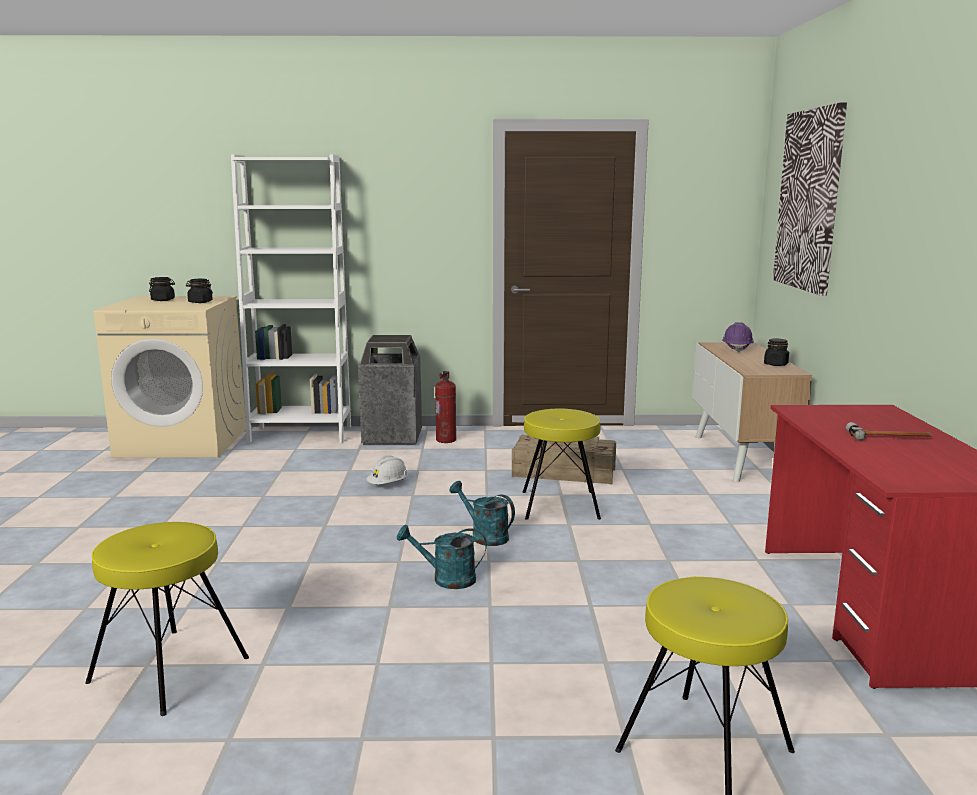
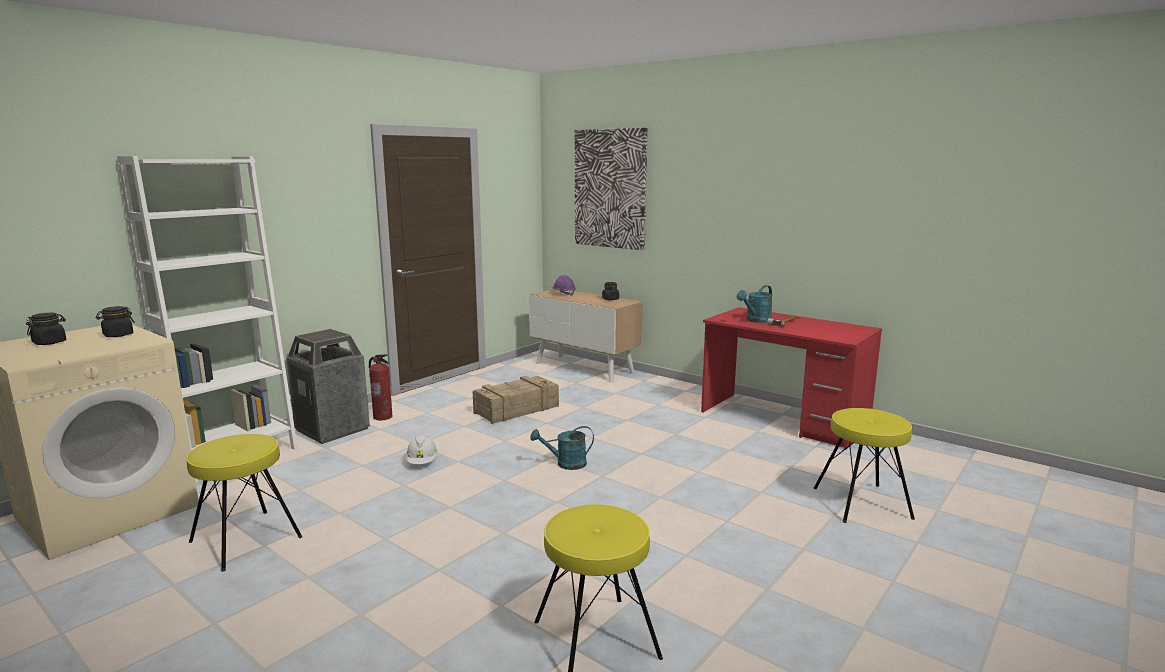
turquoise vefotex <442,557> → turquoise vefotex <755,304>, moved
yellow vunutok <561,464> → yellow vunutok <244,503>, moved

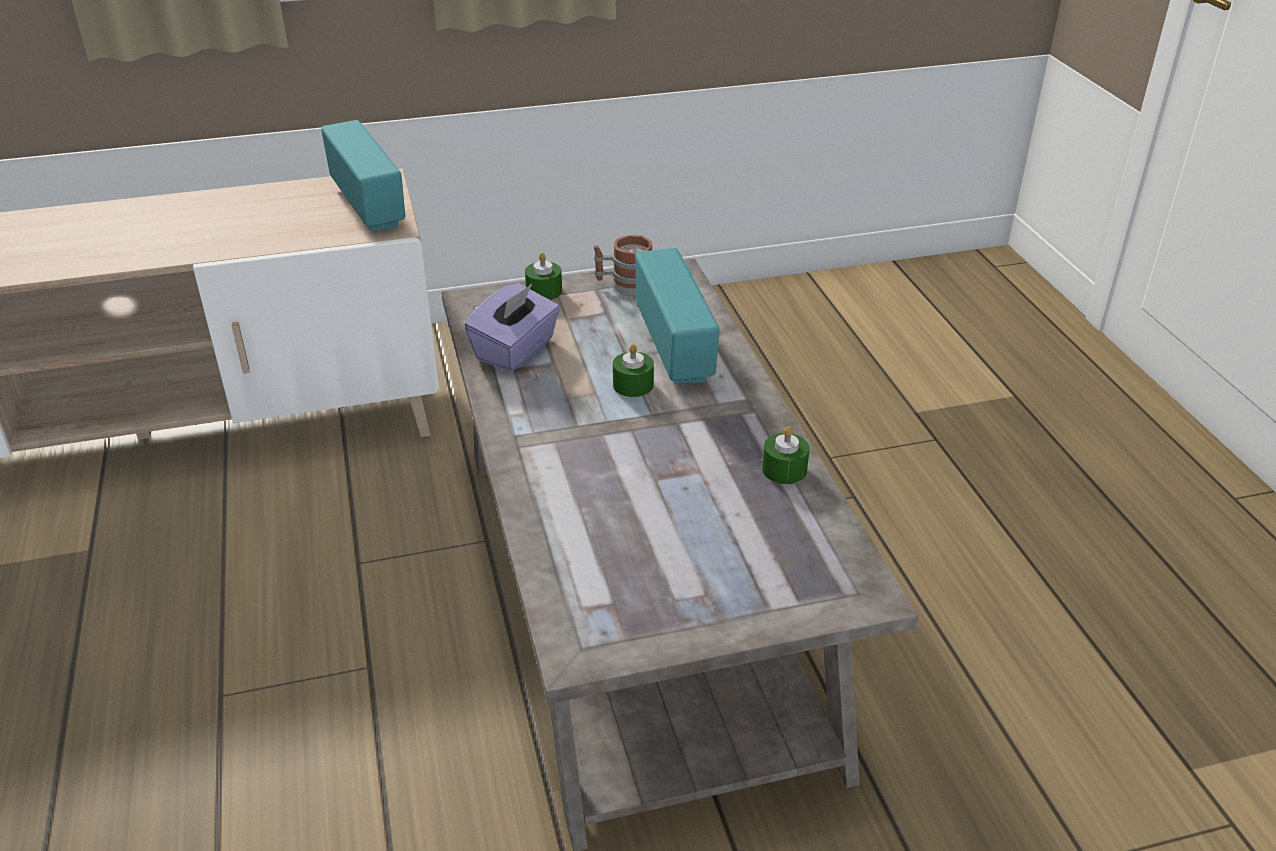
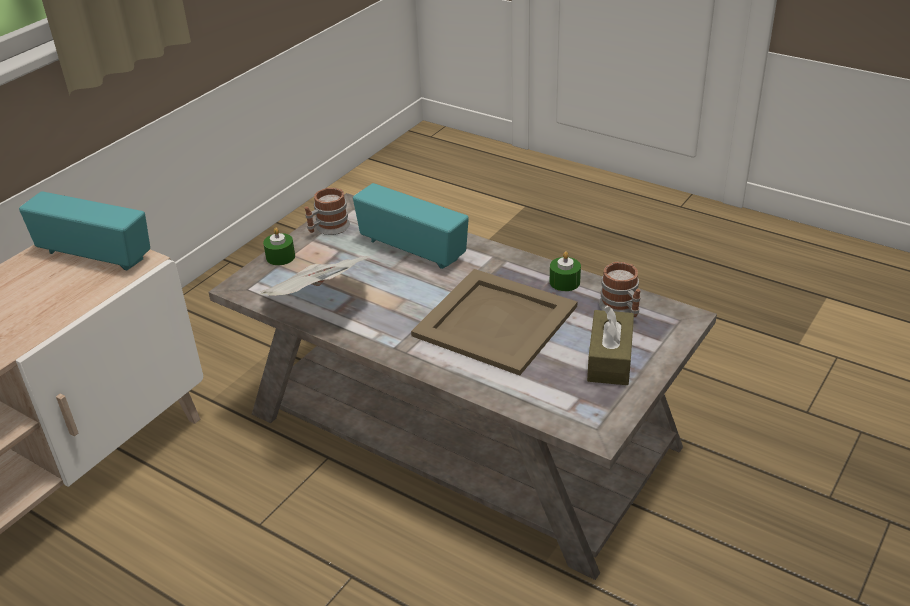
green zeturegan <633,370> → -
- → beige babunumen <494,322>
- → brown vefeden <610,345>
- → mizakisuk <619,289>
purple vefeden <512,327> → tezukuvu <315,276>

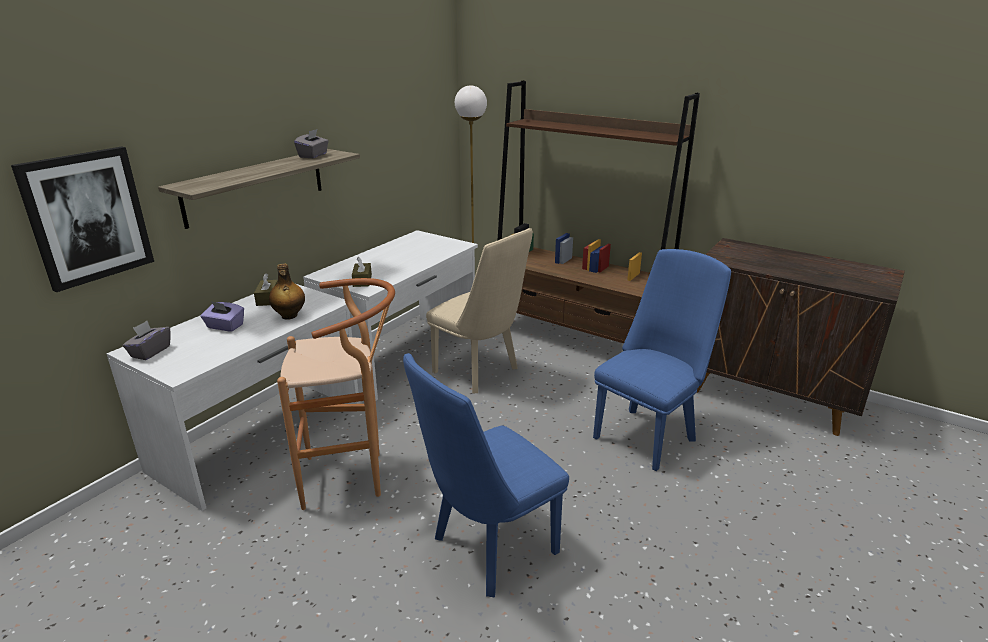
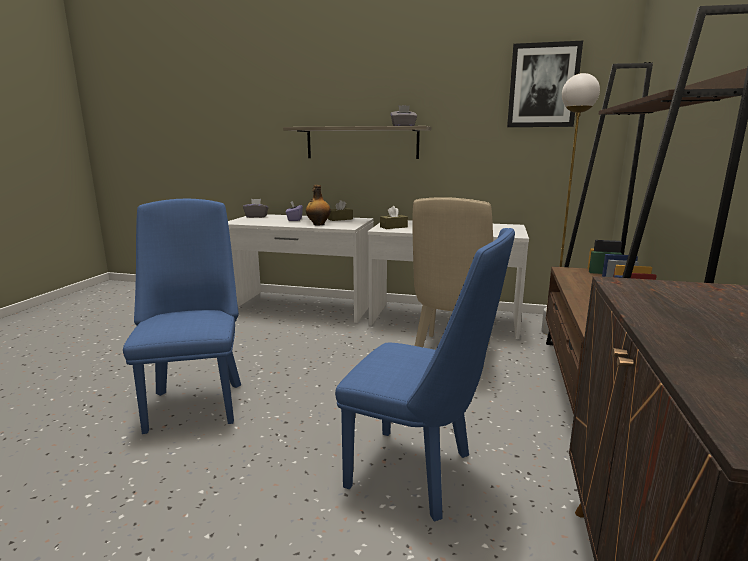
brown vunutok <336,394> → -
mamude <82,219> → mamude <545,84>, moved
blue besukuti <486,475> → blue besukuti <182,316>, 45 degrees clockwise

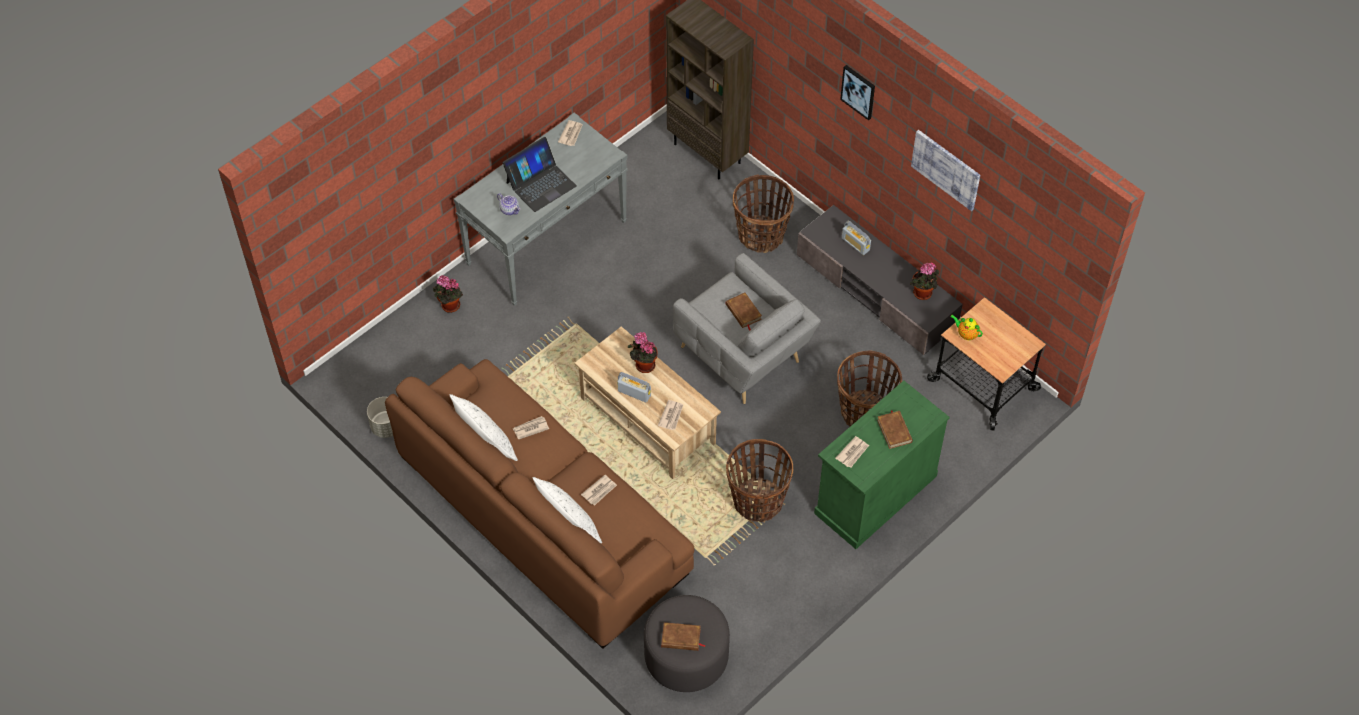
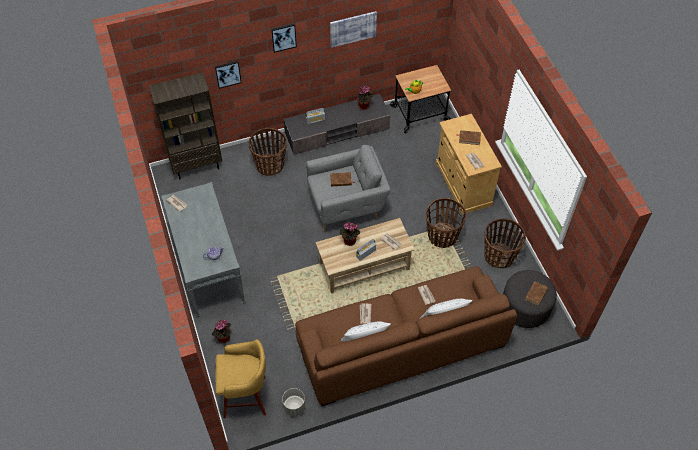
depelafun <540,174> → -
- → mamude <228,75>
- → yellow vunutok <240,378>
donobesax <869,388> → donobesax <505,243>, moved
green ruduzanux <882,464> → beige ruduzanux <469,164>

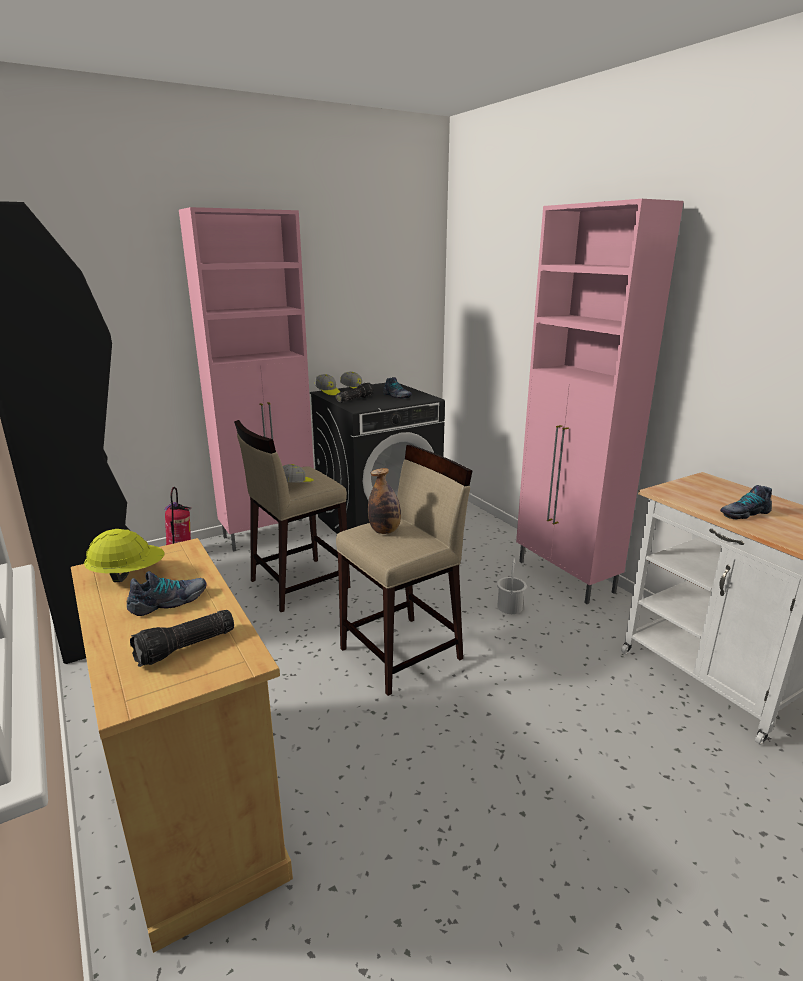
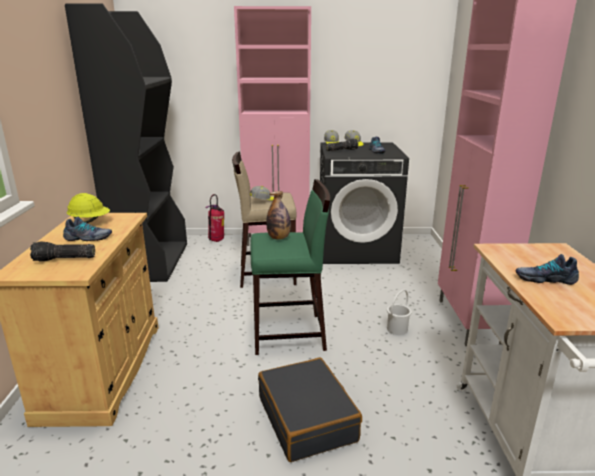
- → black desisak <310,410>
beige vunutok <404,570> → green vunutok <290,267>

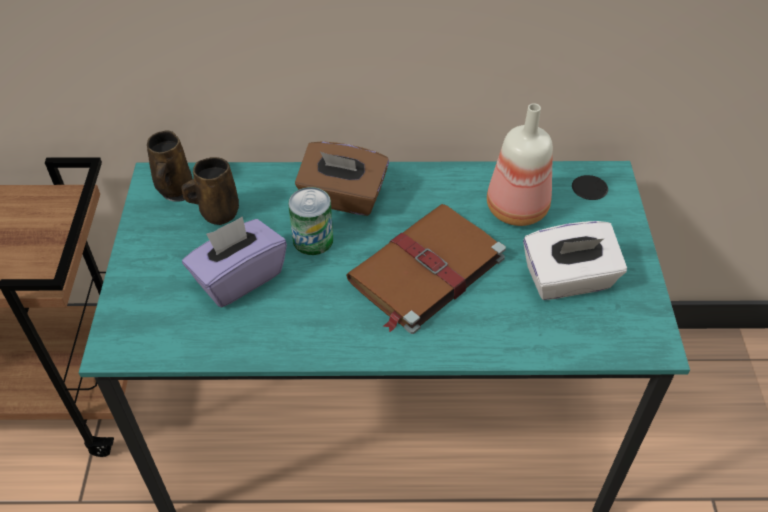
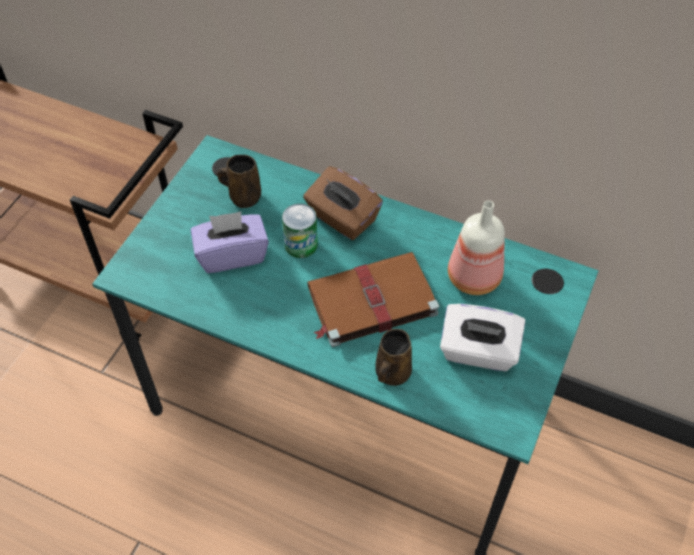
brown mizakisuk <169,163> → brown mizakisuk <393,357>, moved

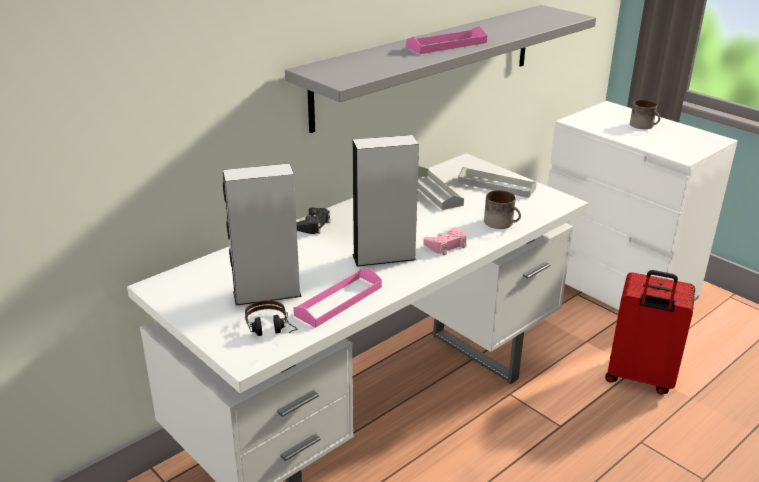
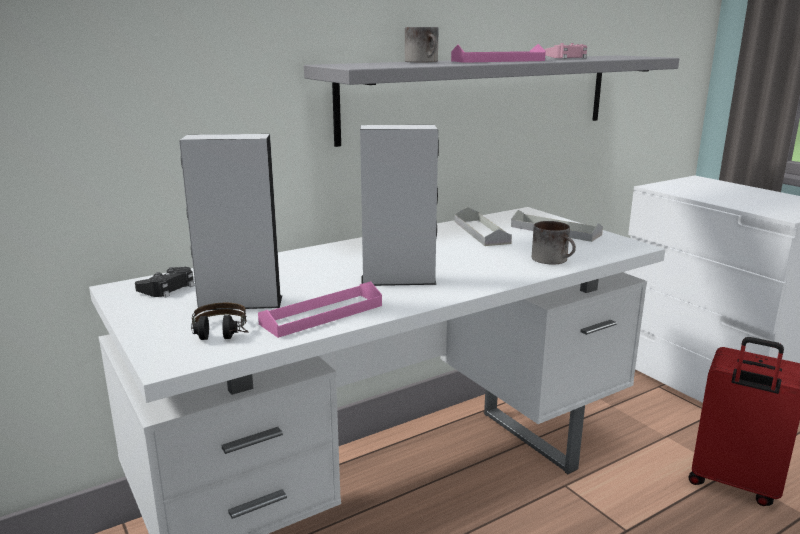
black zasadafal <313,221> → black zasadafal <165,282>, moved
pink zasadafal <445,241> → pink zasadafal <566,51>, moved
mizakisuk <645,114> → mizakisuk <421,45>, moved

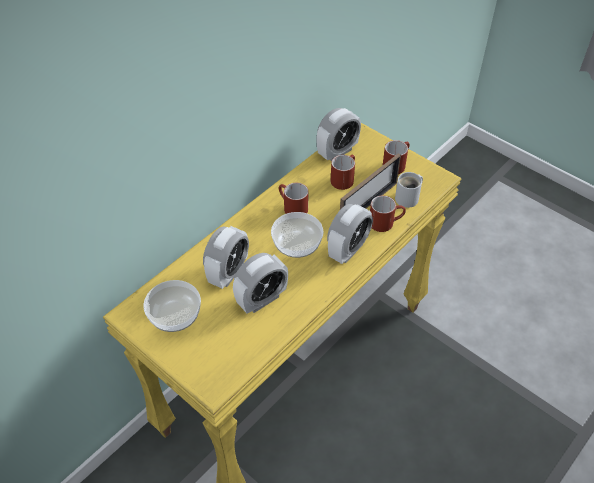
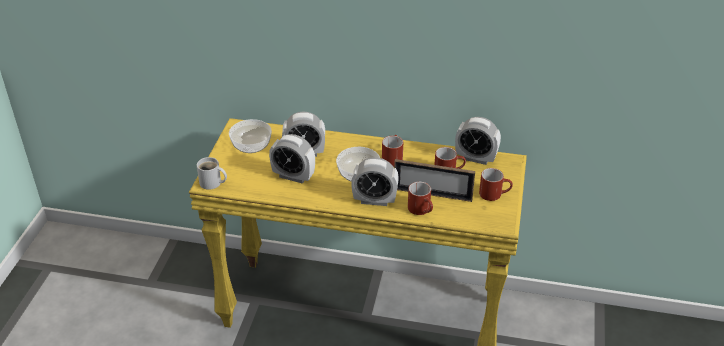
white mizakisuk <409,190> → white mizakisuk <212,173>, moved

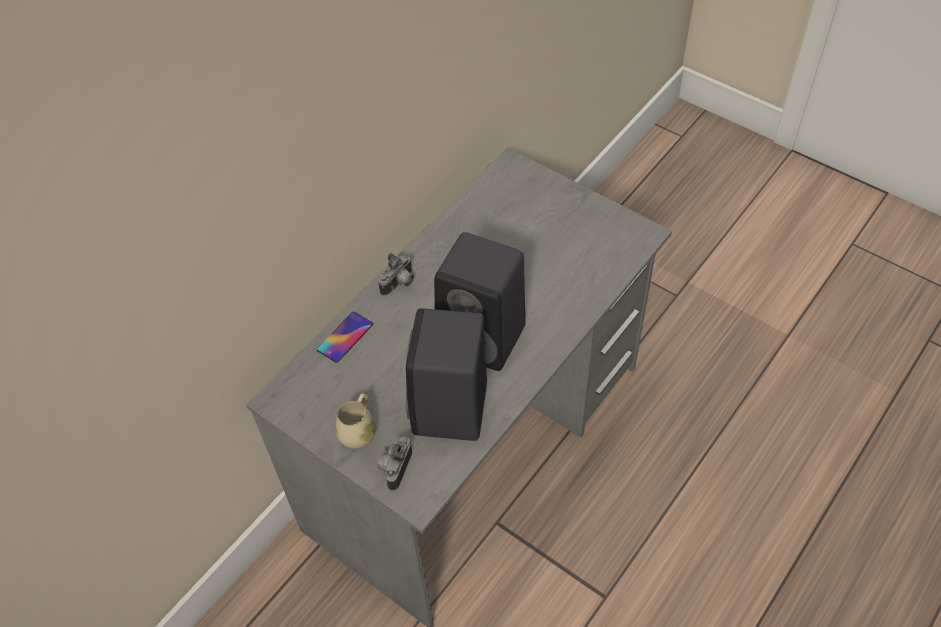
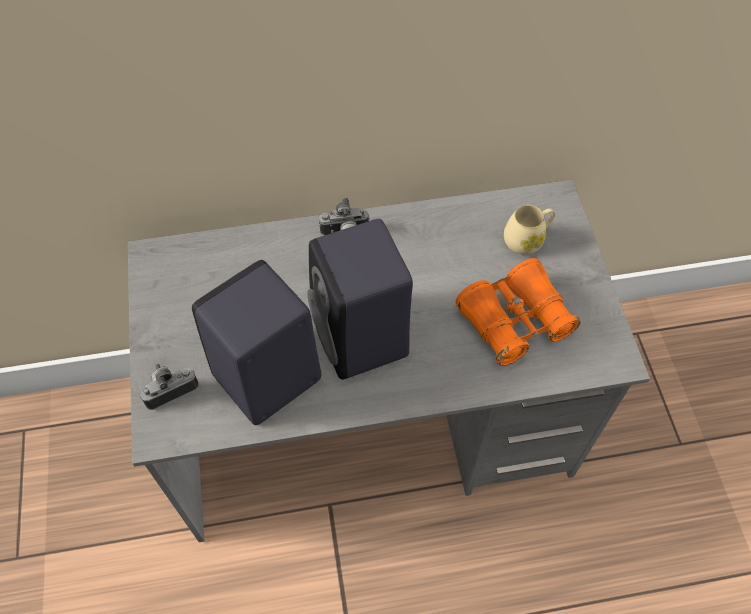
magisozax <345,337> → -
- → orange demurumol <518,312>
beige mizakisuk <355,420> → beige mizakisuk <529,229>, moved

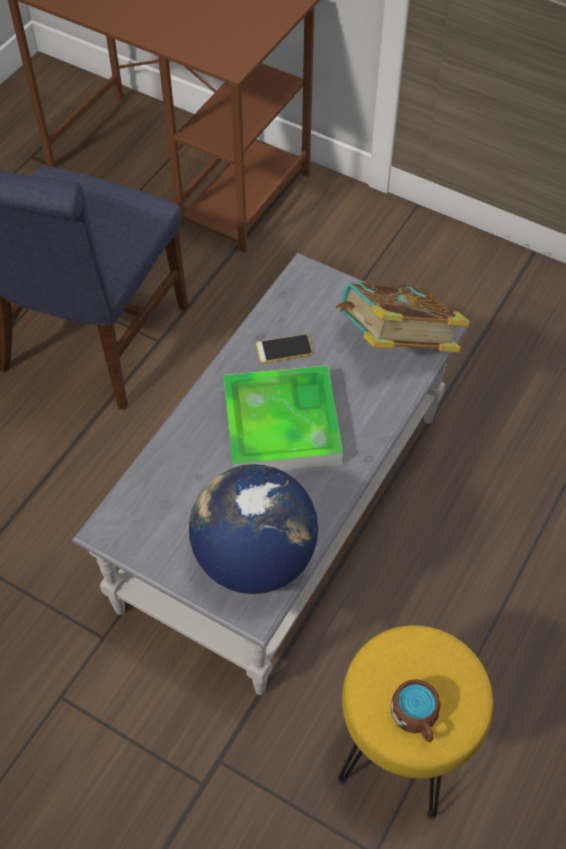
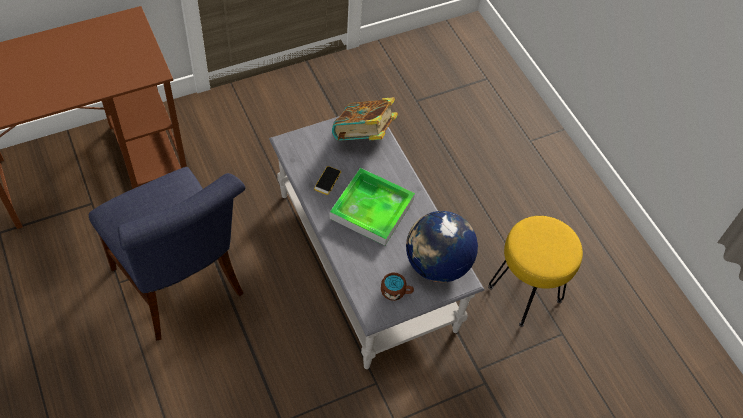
brown mizakisuk <416,710> → brown mizakisuk <397,287>, moved

